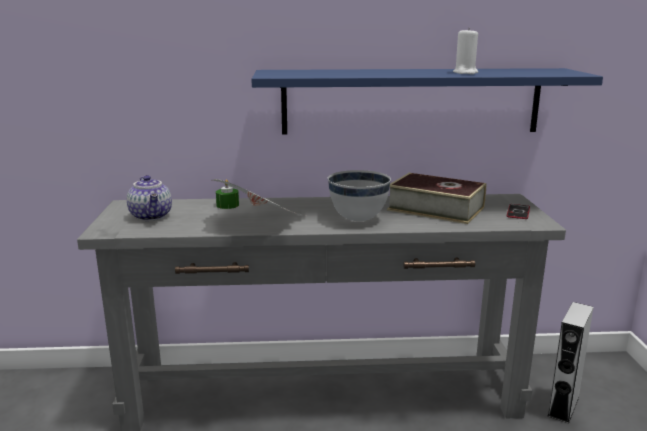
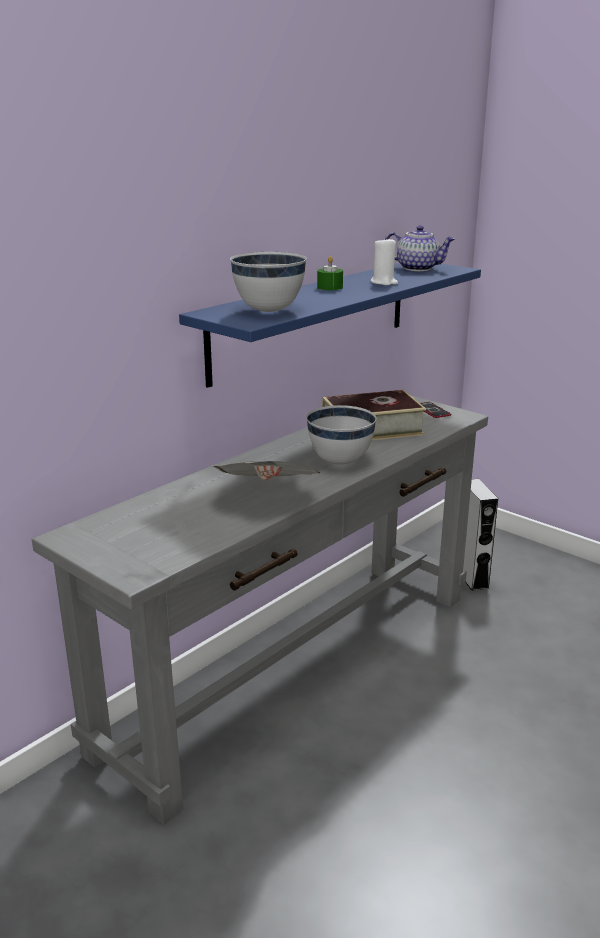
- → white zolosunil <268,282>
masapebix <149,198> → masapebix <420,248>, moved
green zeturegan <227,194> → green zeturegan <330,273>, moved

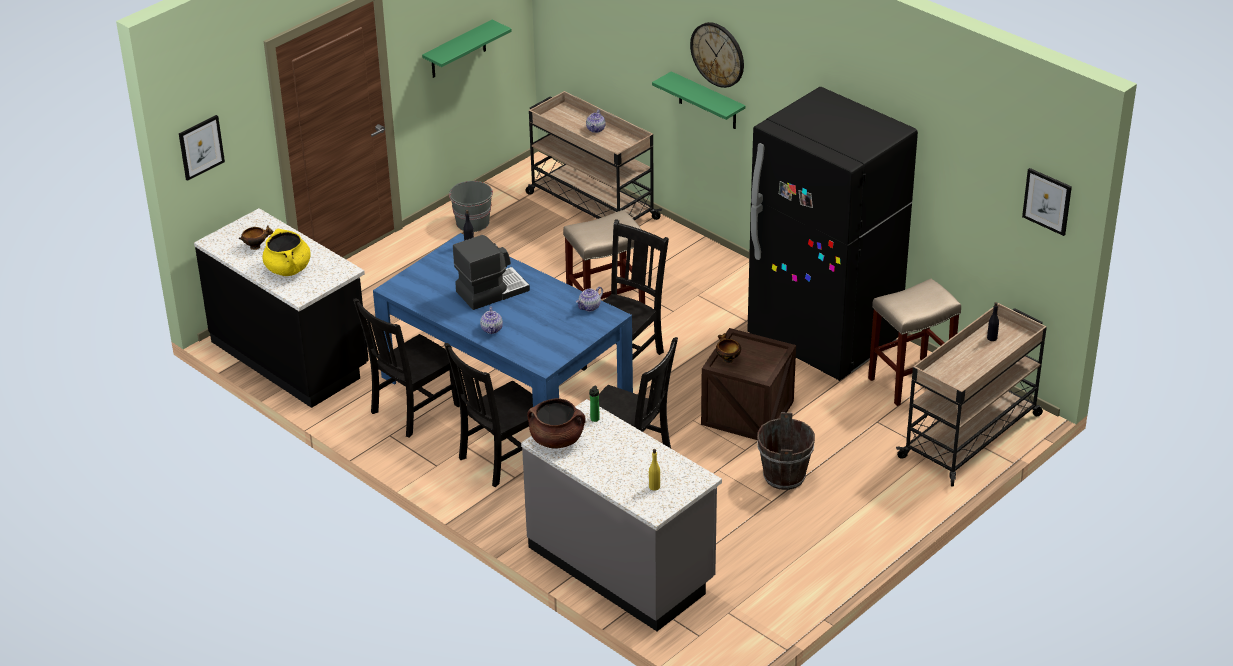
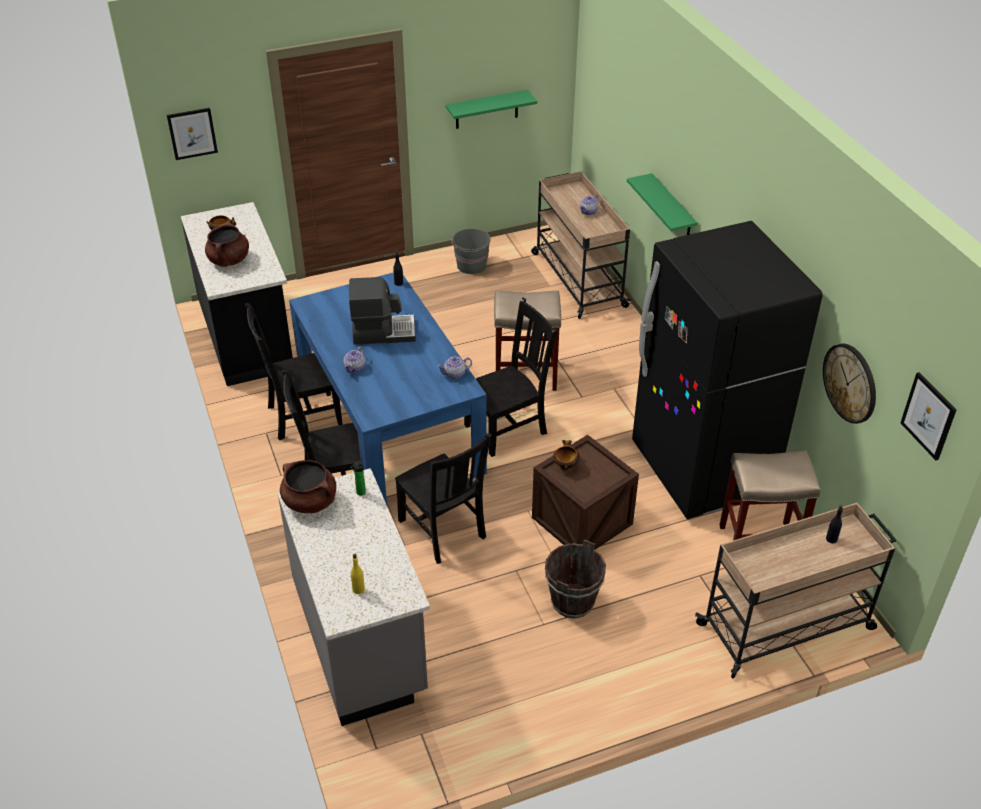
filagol <717,55> → filagol <849,383>, moved
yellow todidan <286,252> → brown todidan <227,244>

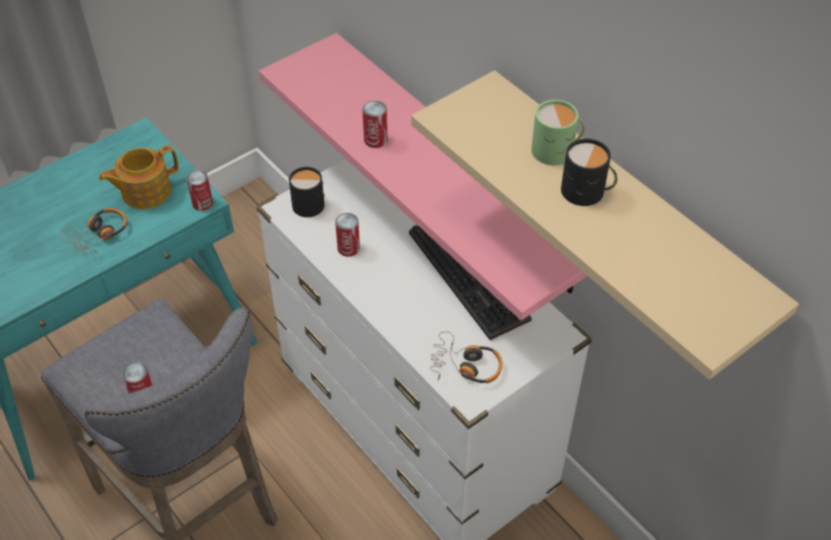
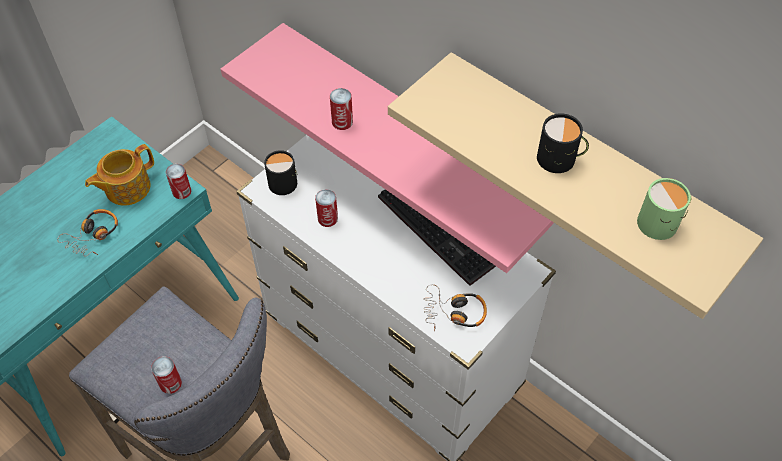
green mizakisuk <558,132> → green mizakisuk <664,209>, moved

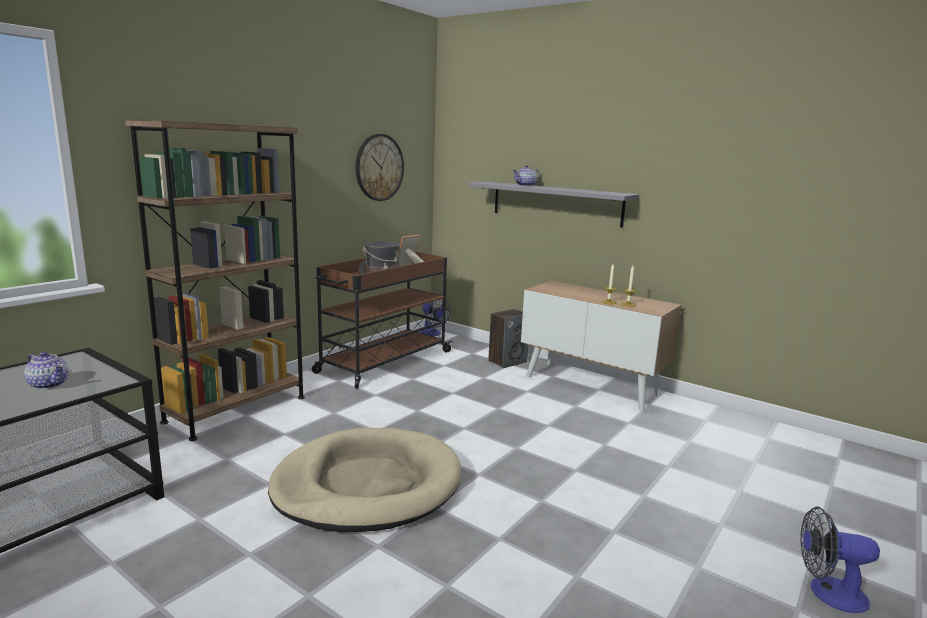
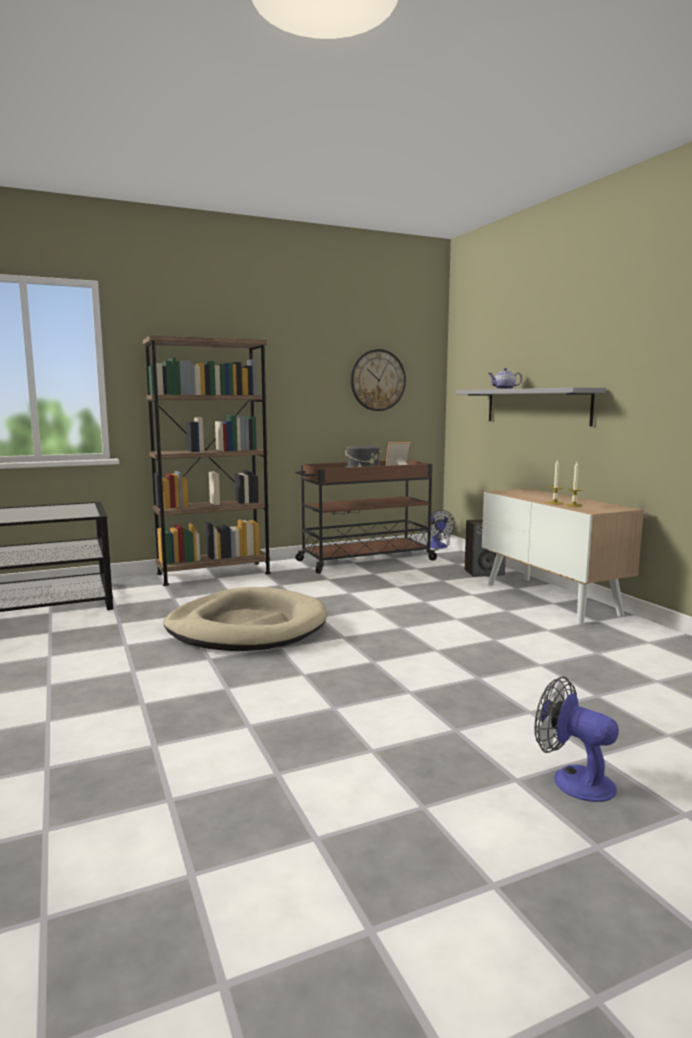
masapebix <46,371> → -

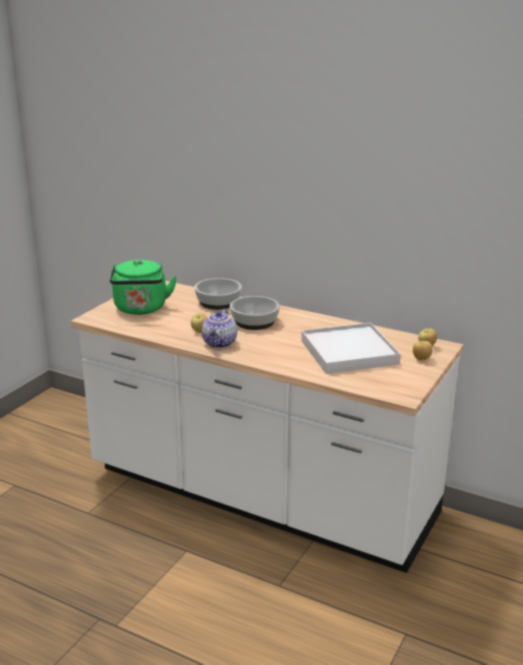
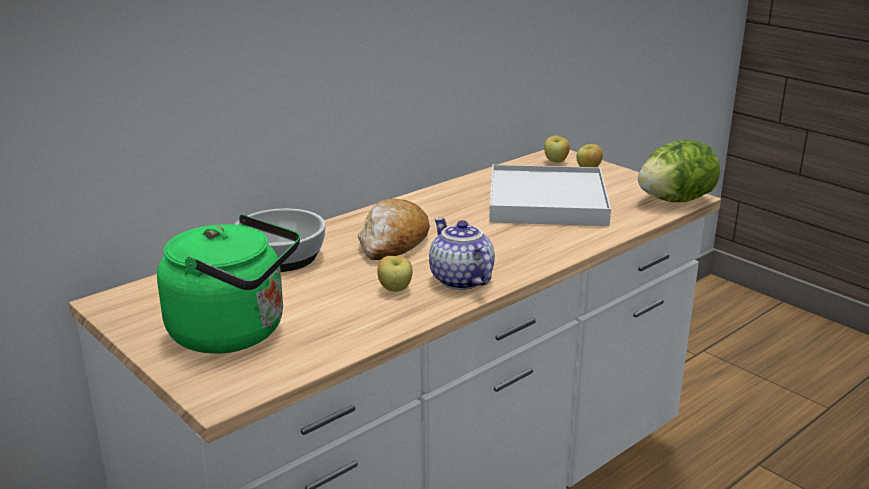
- → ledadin <679,171>
zolosunil <255,313> → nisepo <394,229>
masapebix <219,328> → masapebix <462,254>, 150 degrees counterclockwise

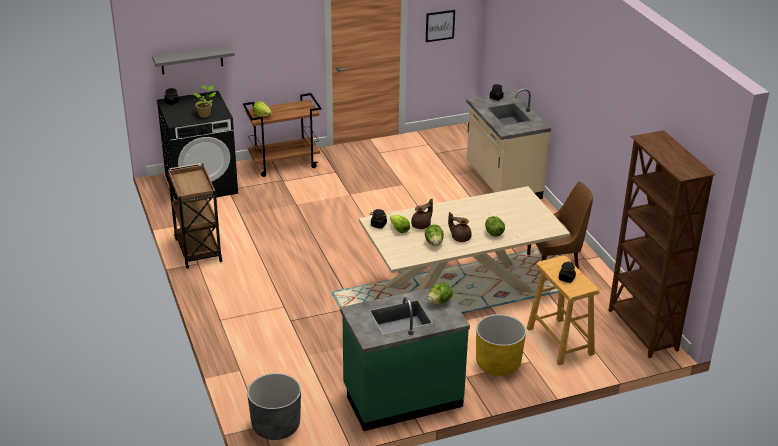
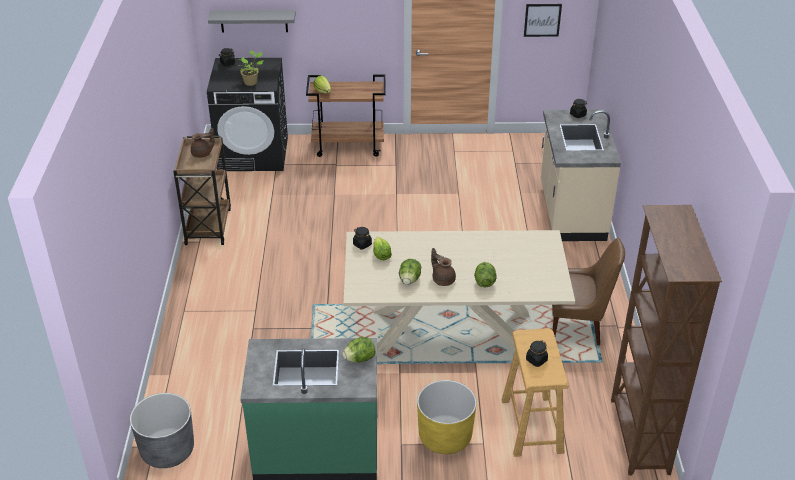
brown masapebix <422,214> → brown masapebix <203,143>, moved

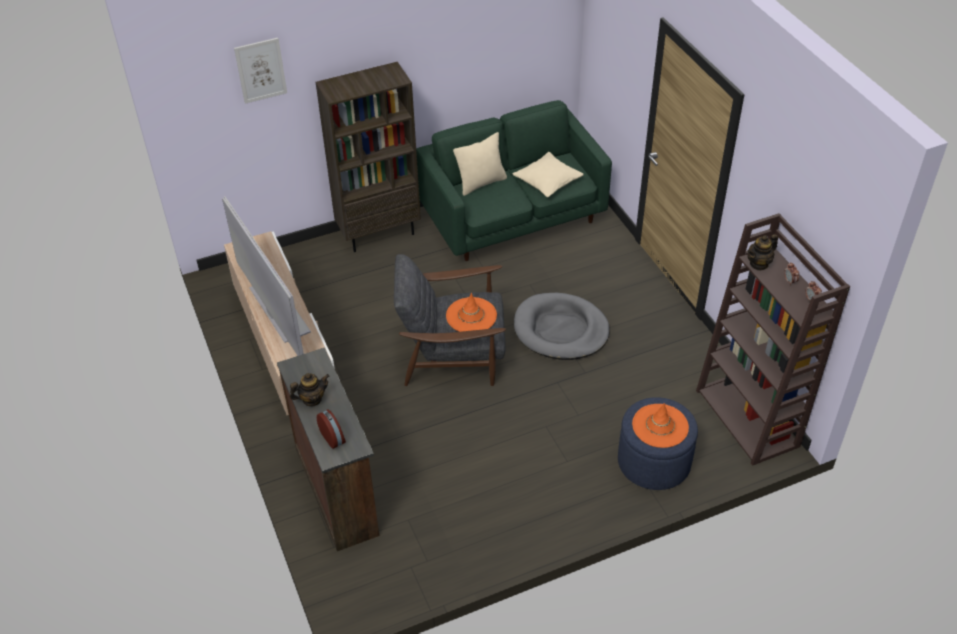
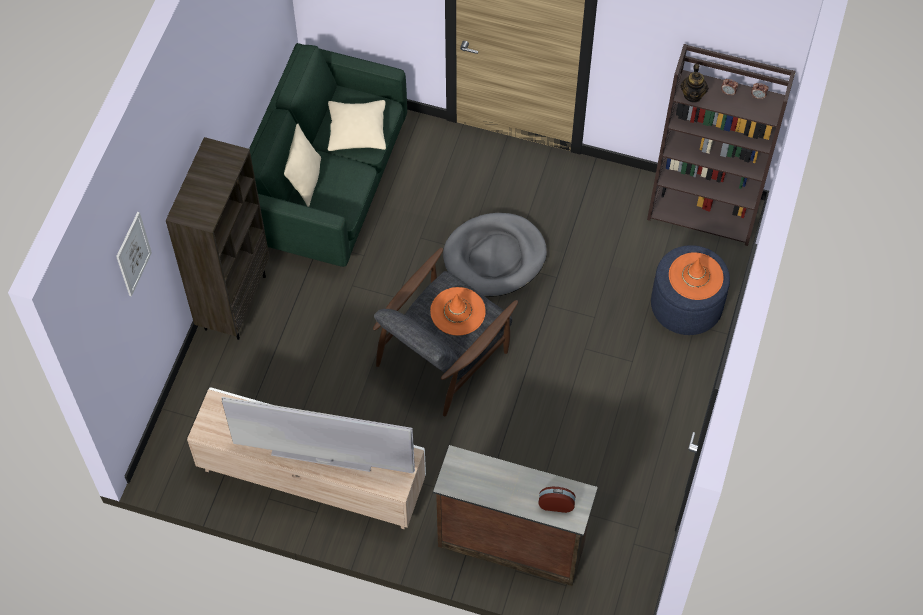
masapebix <310,389> → -

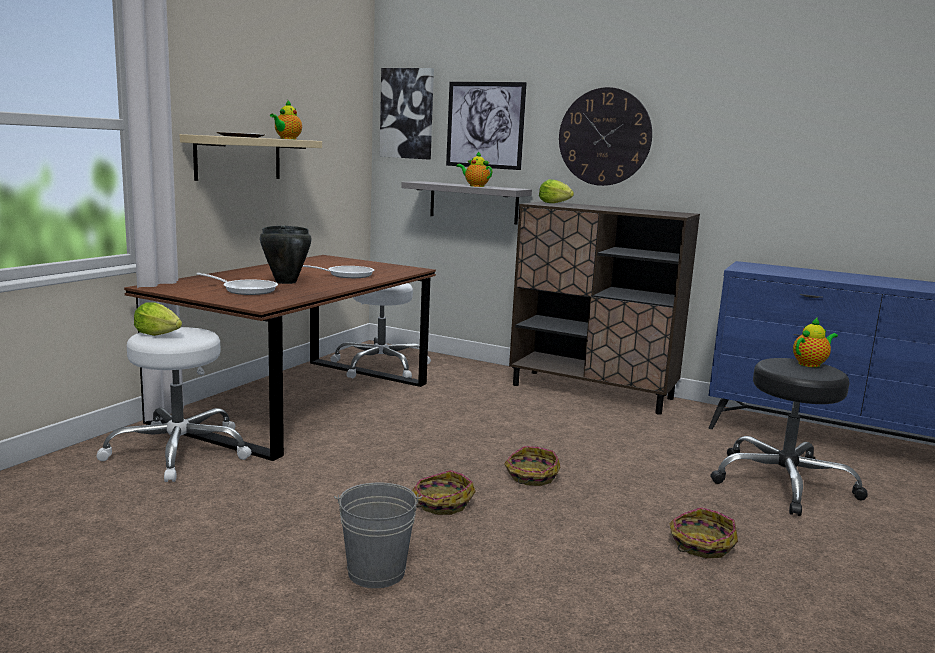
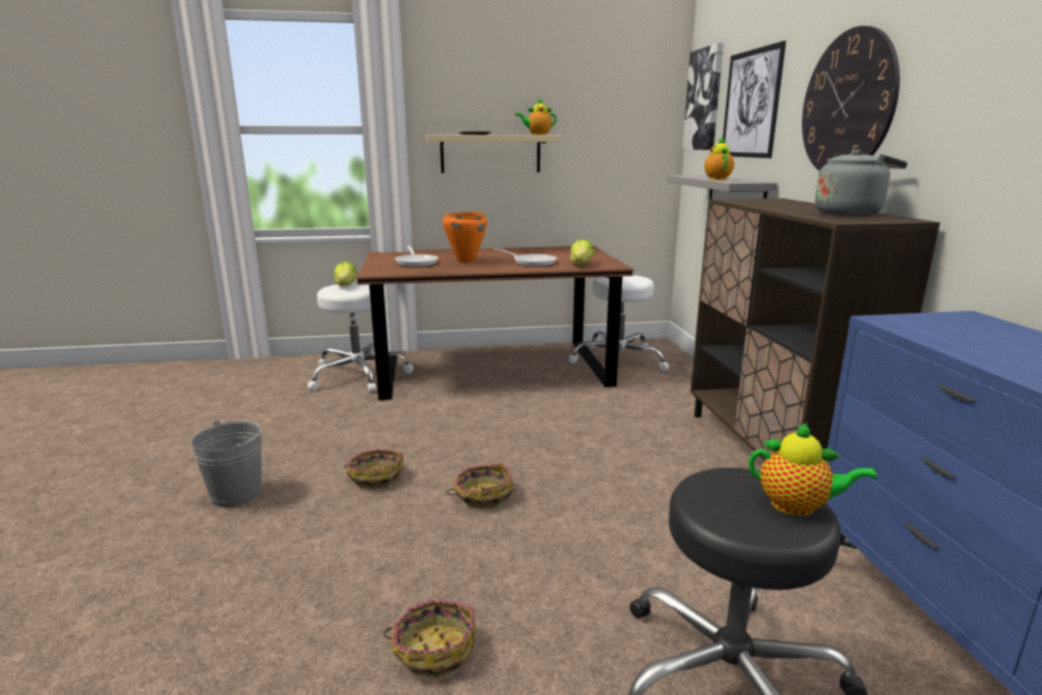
- → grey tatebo <861,182>
ledadin <556,191> → ledadin <582,251>, moved
black todidan <285,255> → orange todidan <465,237>

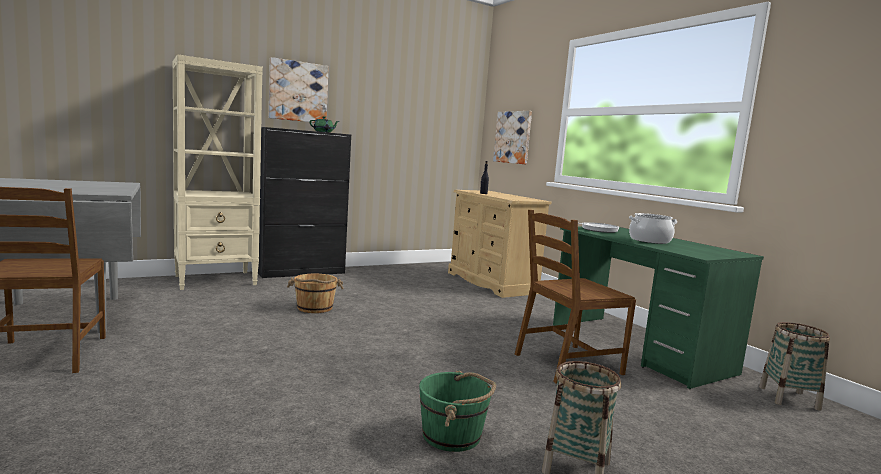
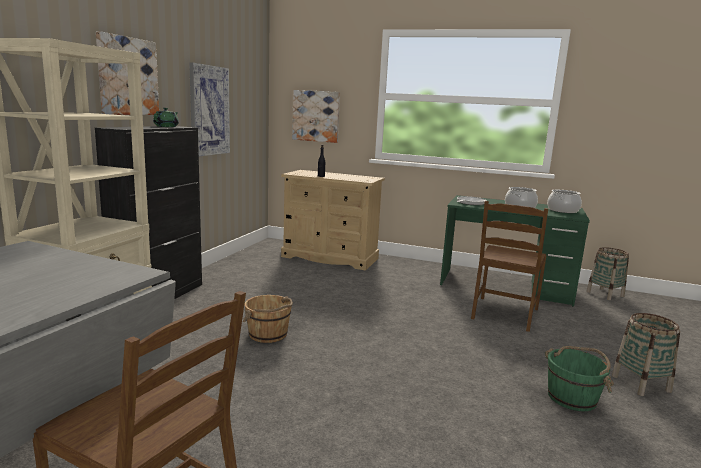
- → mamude <209,109>
- → todidan <564,201>

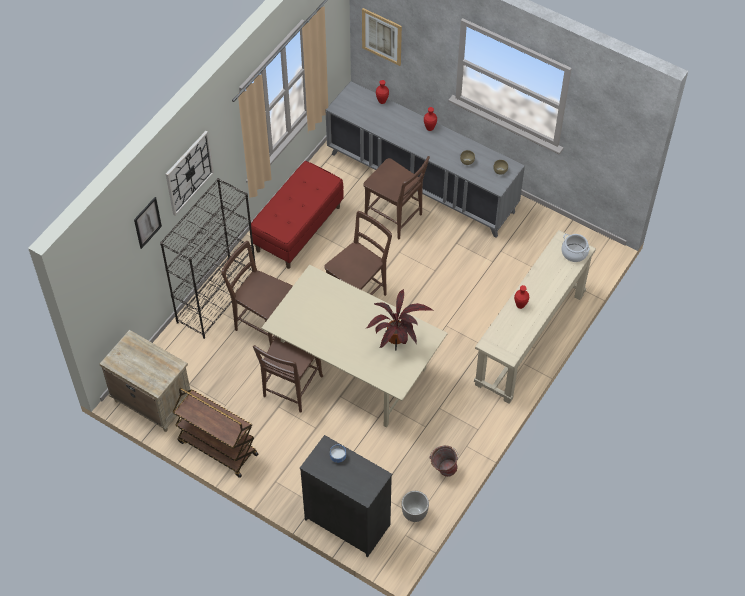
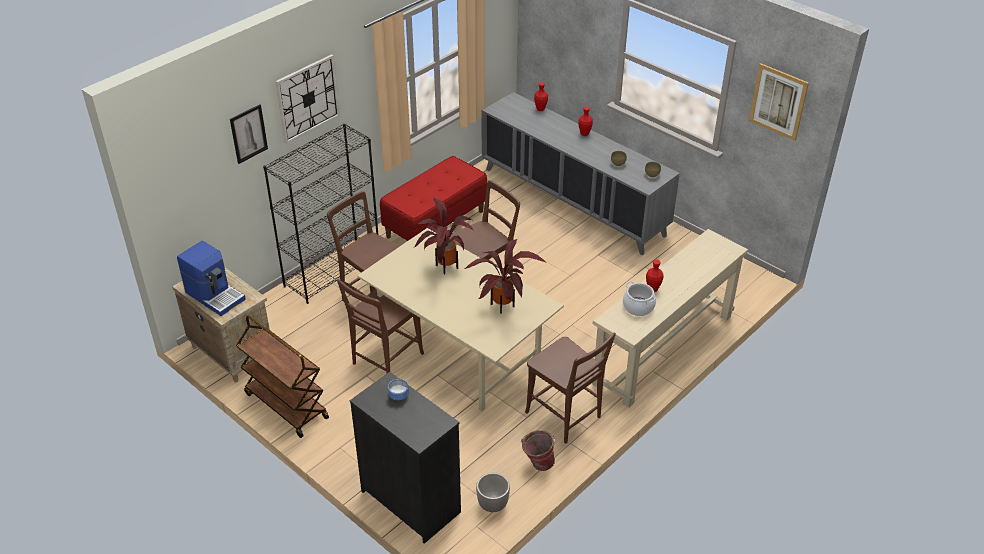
- → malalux <211,278>
- → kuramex <443,236>
mamude <382,37> → mamude <779,102>, moved
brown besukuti <396,197> → brown besukuti <570,388>, moved
todidan <575,248> → todidan <639,298>, moved

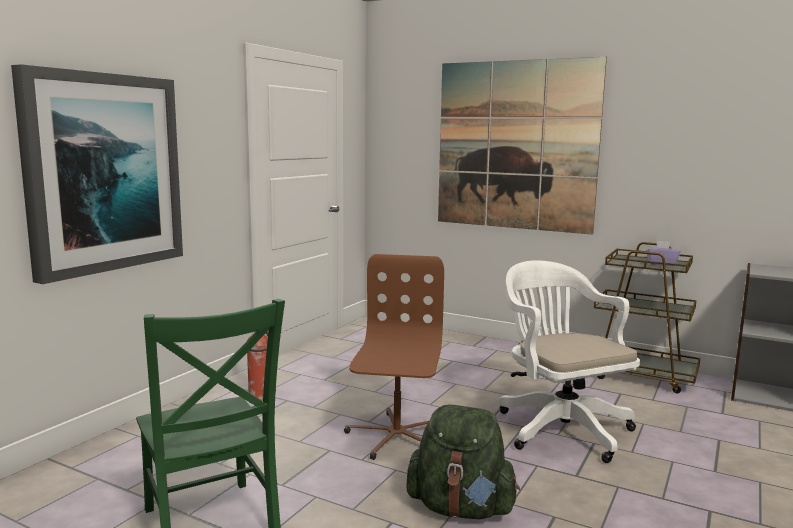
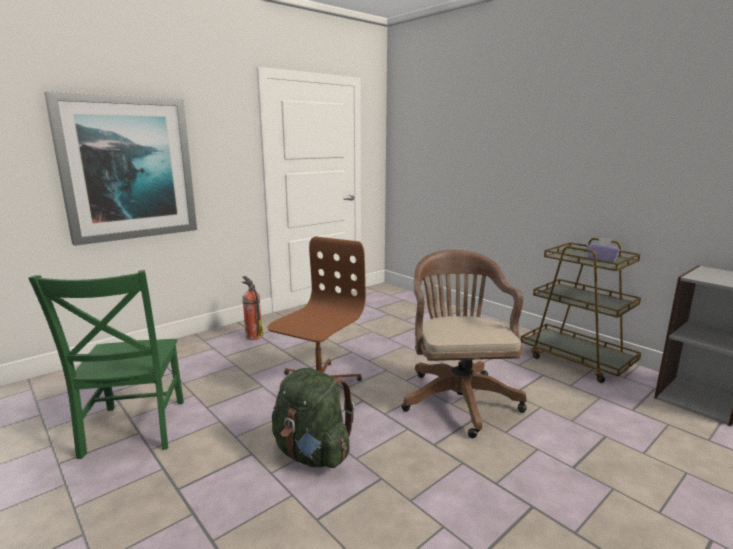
mamude <522,146> → -
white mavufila <569,361> → brown mavufila <464,344>

